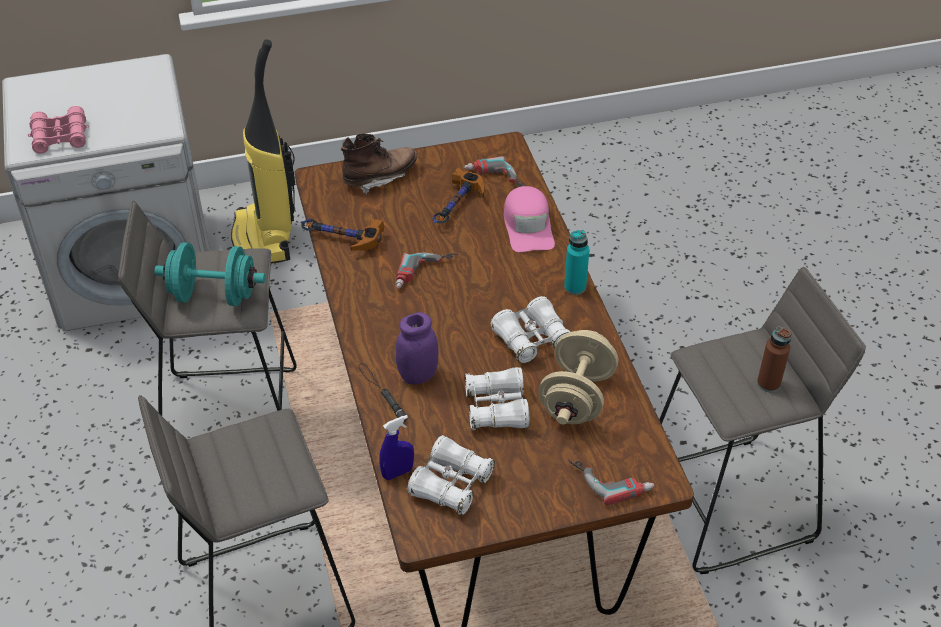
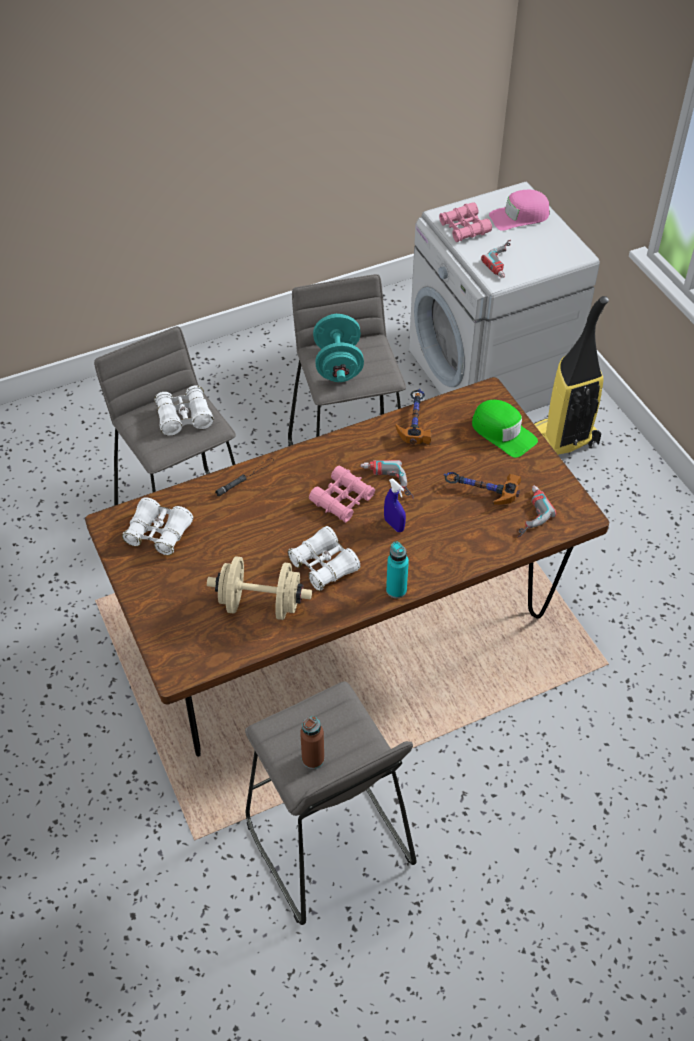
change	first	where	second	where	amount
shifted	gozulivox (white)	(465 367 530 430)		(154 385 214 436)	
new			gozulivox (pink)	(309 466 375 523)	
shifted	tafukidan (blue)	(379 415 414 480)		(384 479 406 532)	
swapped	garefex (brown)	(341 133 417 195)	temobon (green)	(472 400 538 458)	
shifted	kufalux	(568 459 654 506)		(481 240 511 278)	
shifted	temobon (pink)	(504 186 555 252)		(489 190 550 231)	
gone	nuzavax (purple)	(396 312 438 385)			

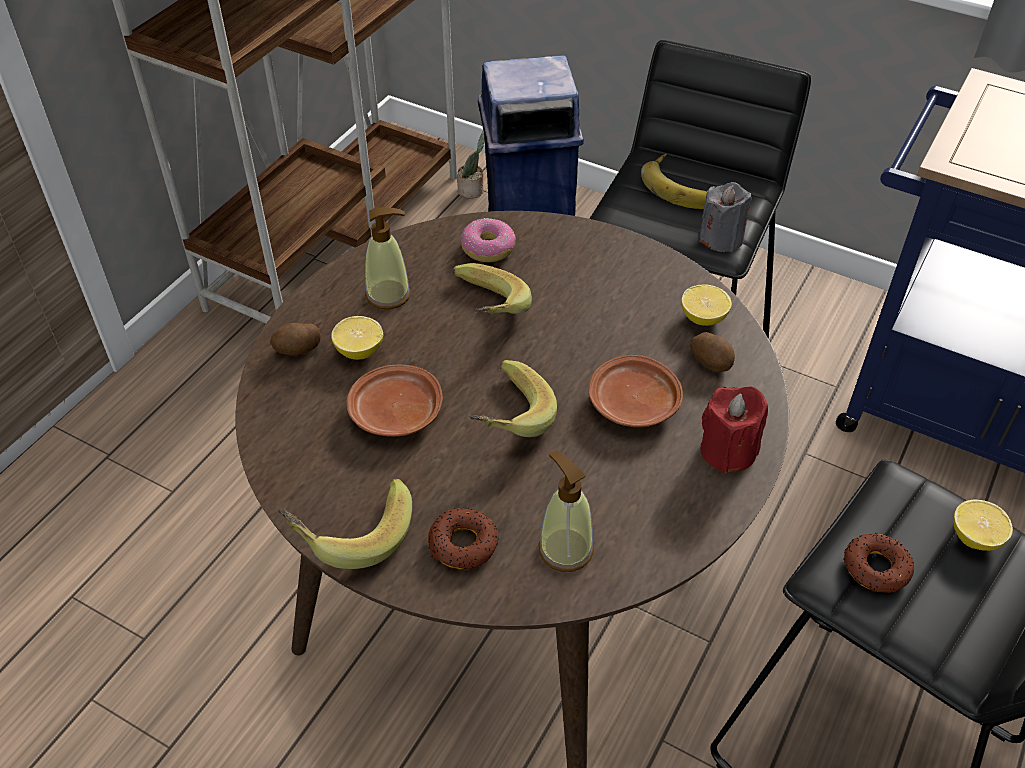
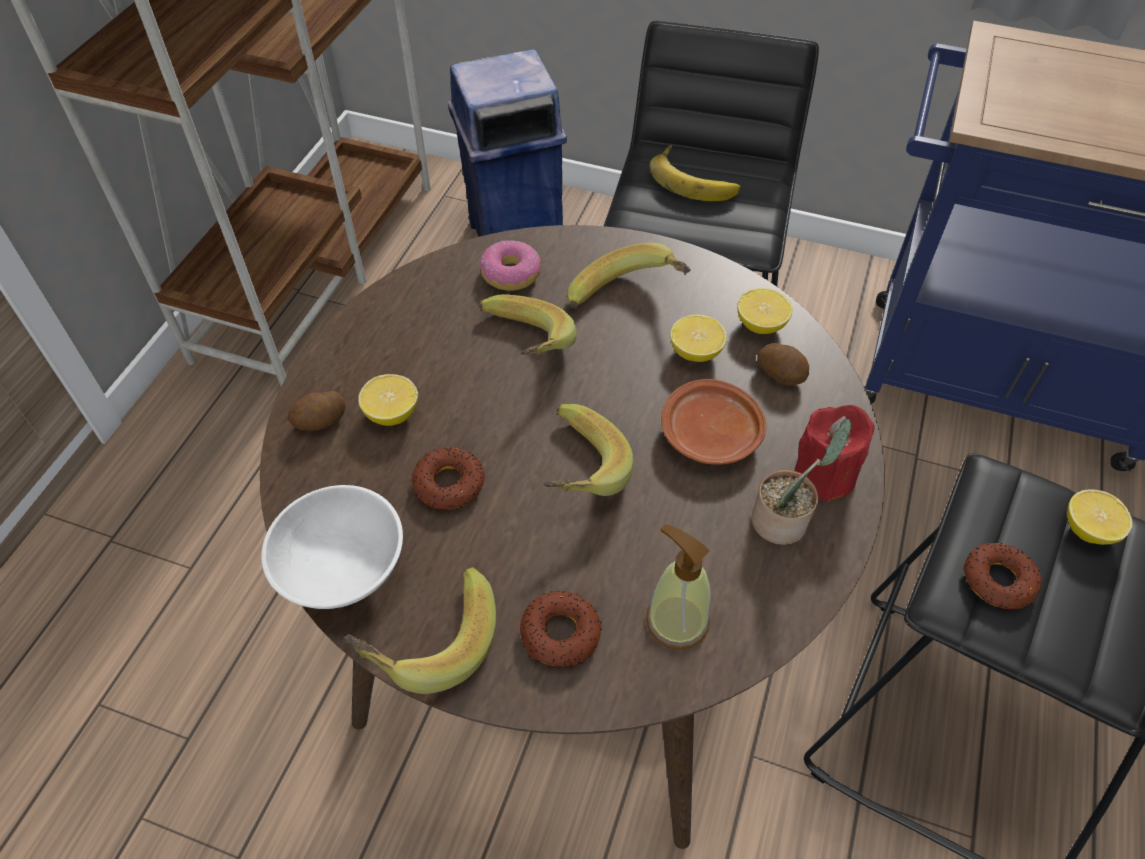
change	first	where	second	where	amount
new			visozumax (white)	(261 485 403 609)	
swapped	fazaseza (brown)	(347 365 443 437)	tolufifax	(411 446 485 510)	
new			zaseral	(567 243 691 309)	
new			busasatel	(670 314 727 362)	
shifted	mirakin	(457 130 485 198)		(752 419 851 545)	
gone	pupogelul	(365 208 411 310)			
gone	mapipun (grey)	(699 182 752 252)			

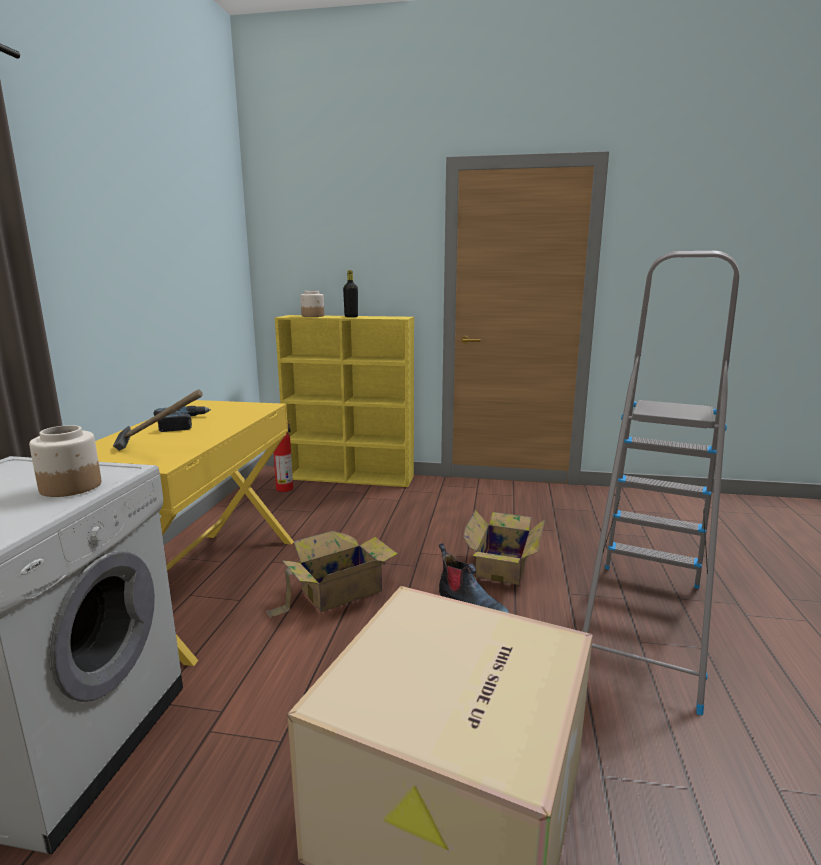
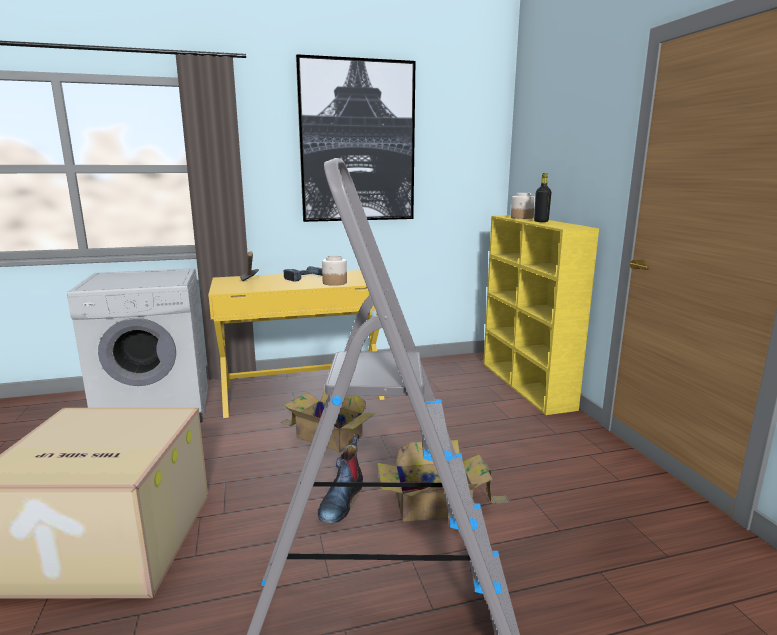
change	first	where	second	where	amount
new			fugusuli	(296 54 415 222)	
shifted	nuzavax	(29 425 101 497)		(322 255 347 286)	
gone	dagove	(274 420 293 492)			

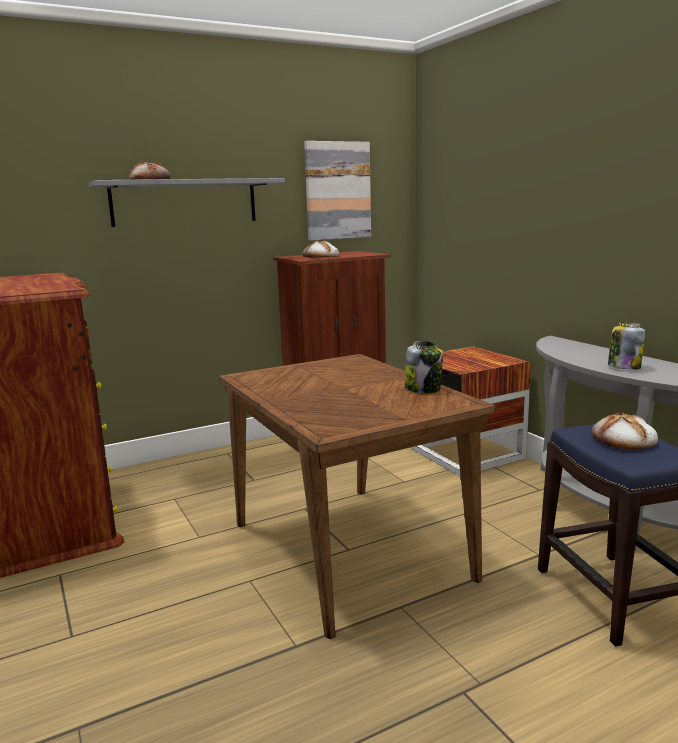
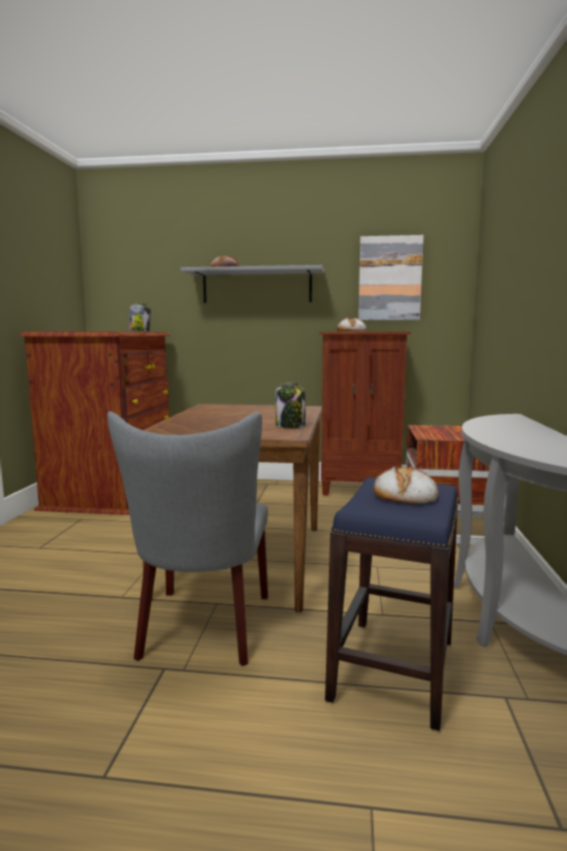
change	first	where	second	where	amount
new			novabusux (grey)	(107 411 268 666)	
shifted	nuzavax	(608 322 645 370)		(129 303 151 331)	

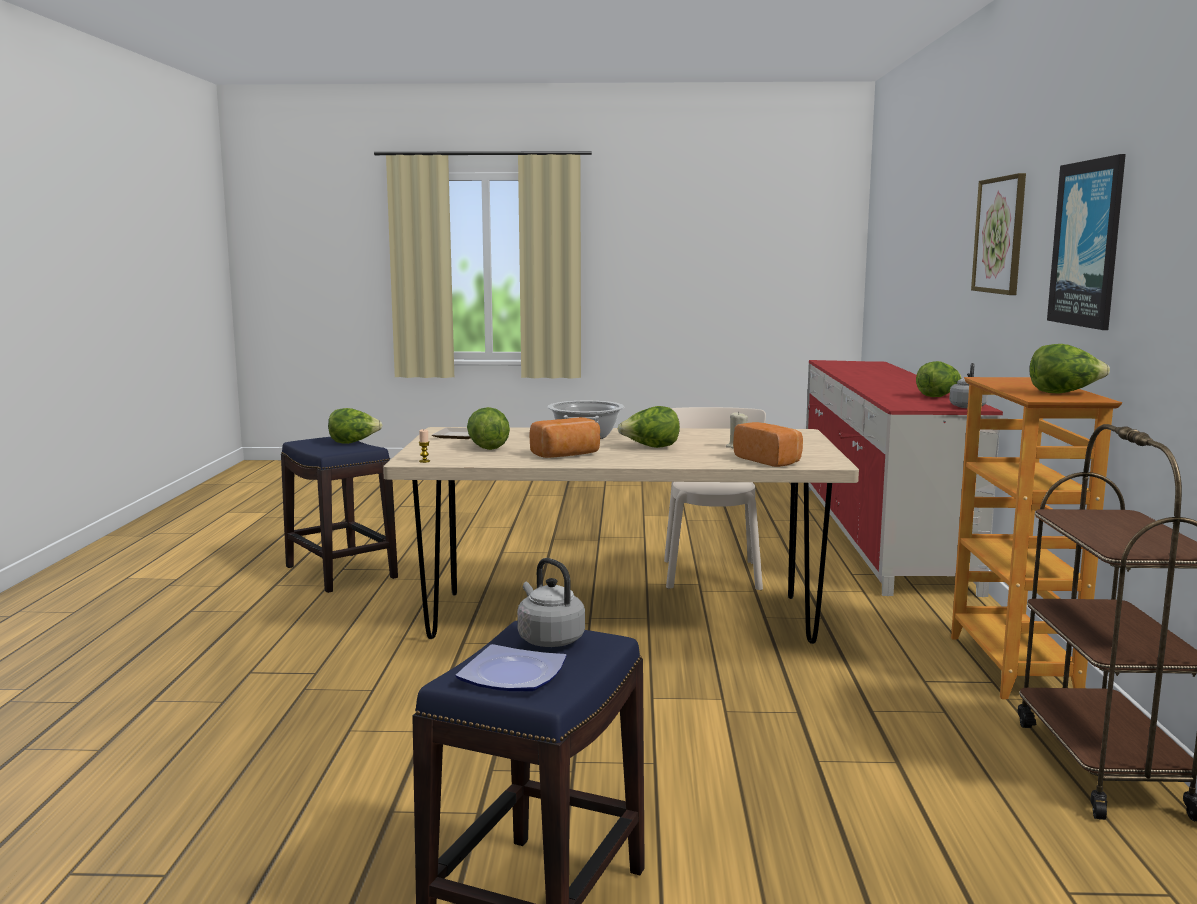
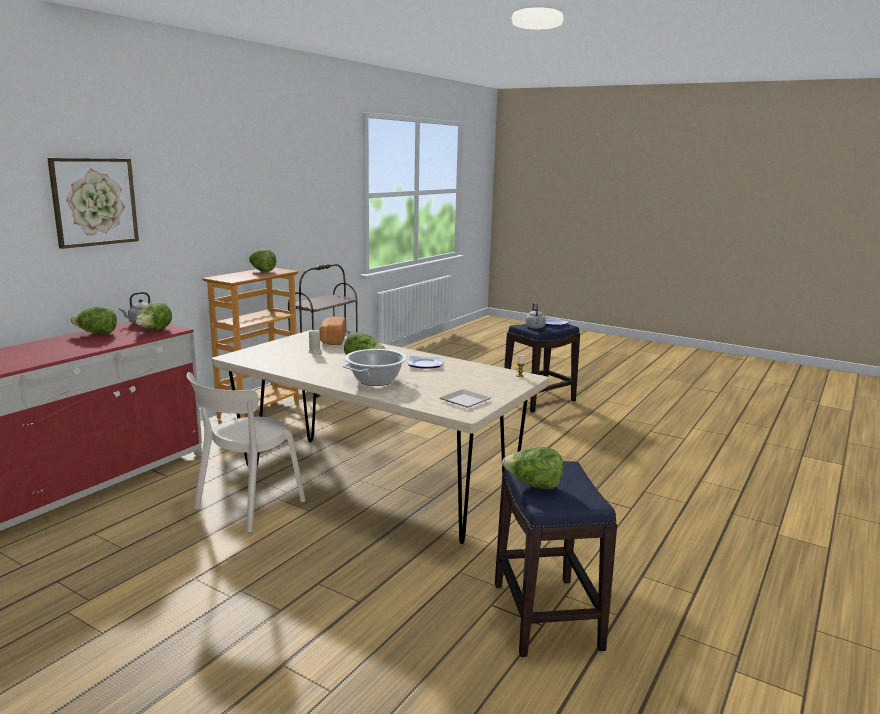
change	first	where	second	where	amount
shifted	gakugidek	(467 407 510 450)		(136 302 172 330)	
swapped	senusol	(529 417 600 458)	fazaseza	(408 356 443 369)	
gone	fugusuli	(1047 154 1126 330)			

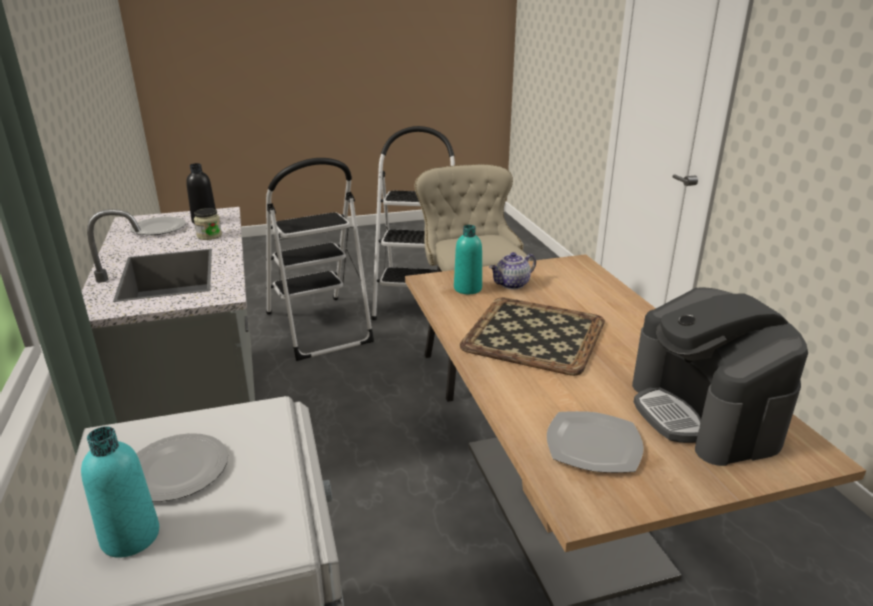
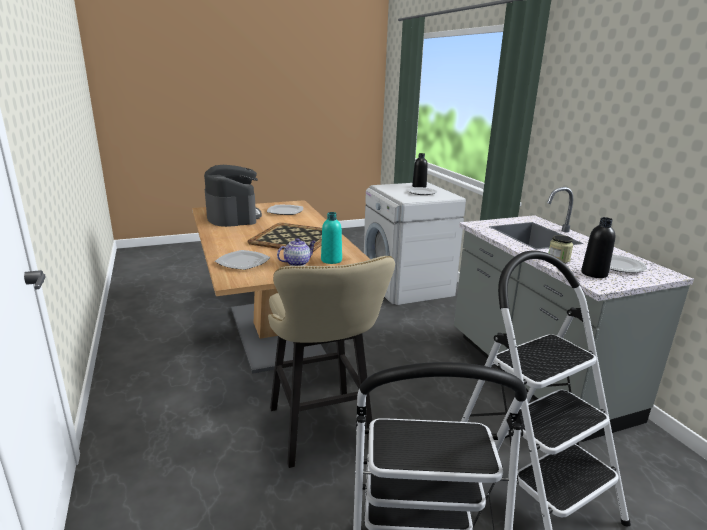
change	first	where	second	where	amount
new			fazaseza	(215 250 271 270)	
repainted	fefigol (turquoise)	(81 426 159 558)	fefigol (black)	(412 153 428 188)	

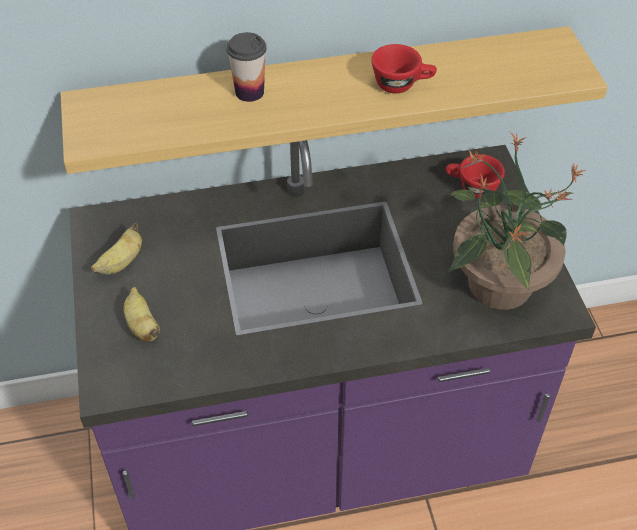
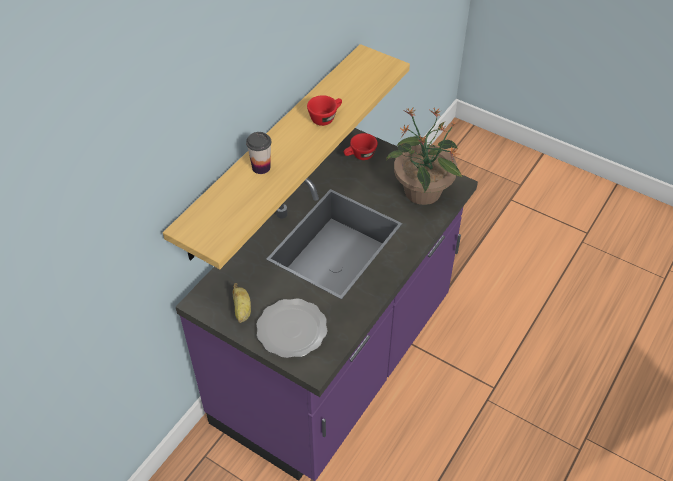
change	first	where	second	where	amount
swapped	zaseral	(124 287 160 341)	fazaseza	(256 298 328 358)	

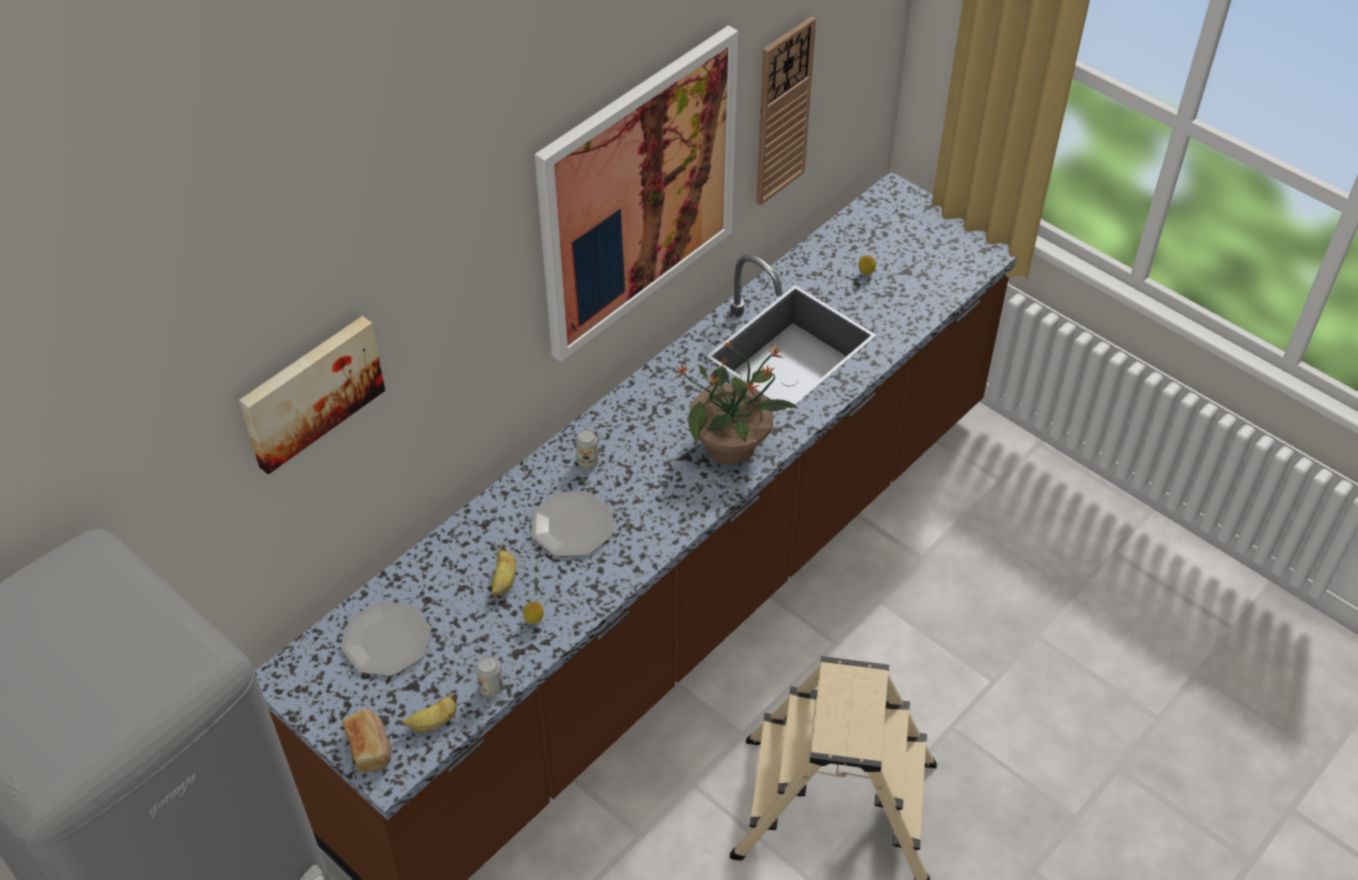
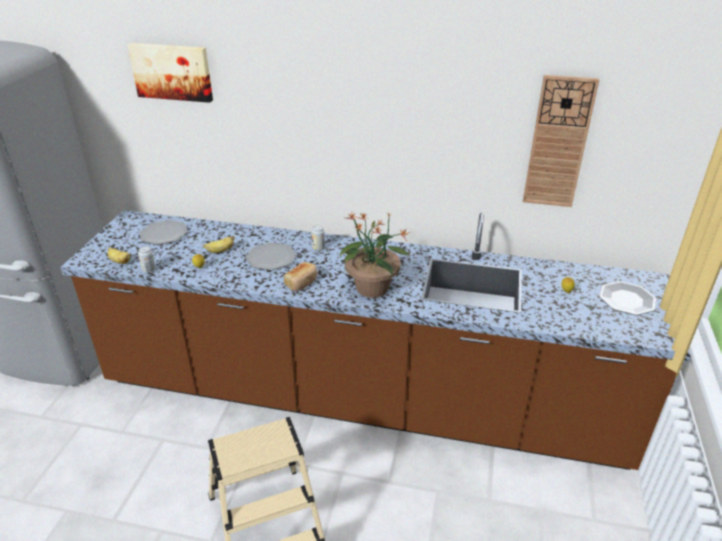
change	first	where	second	where	amount
shifted	senusol	(342 709 391 772)		(284 262 317 291)	
new			fazaseza	(599 281 656 315)	
gone	fugusuli	(535 26 738 362)			

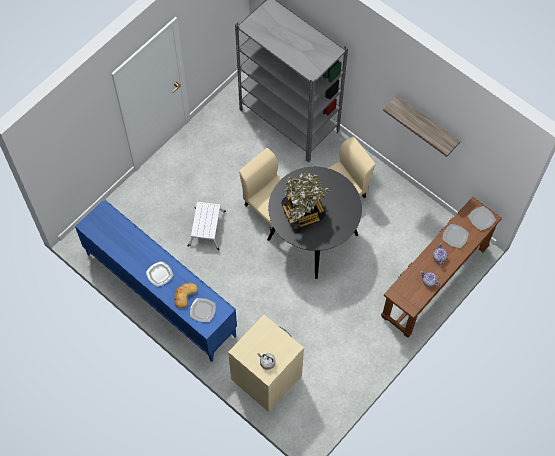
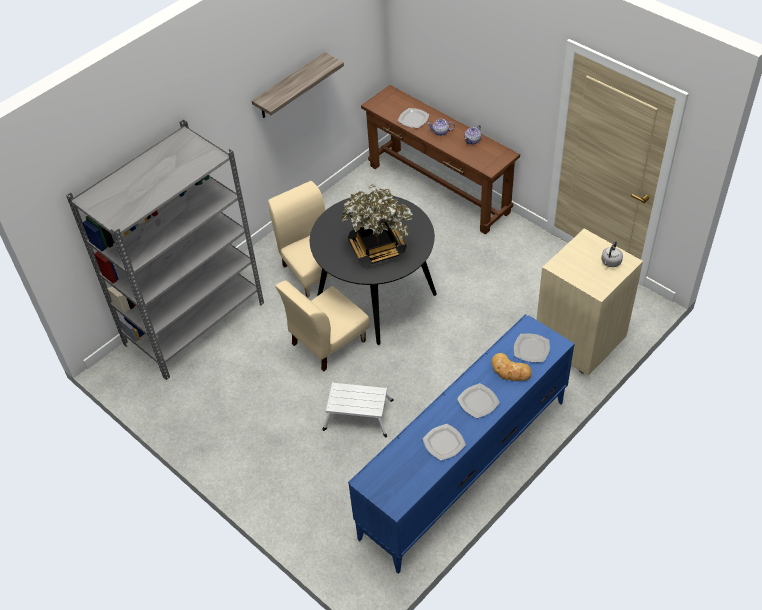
change	first	where	second	where	amount
shifted	fazaseza	(468 206 496 230)		(423 424 466 460)	

